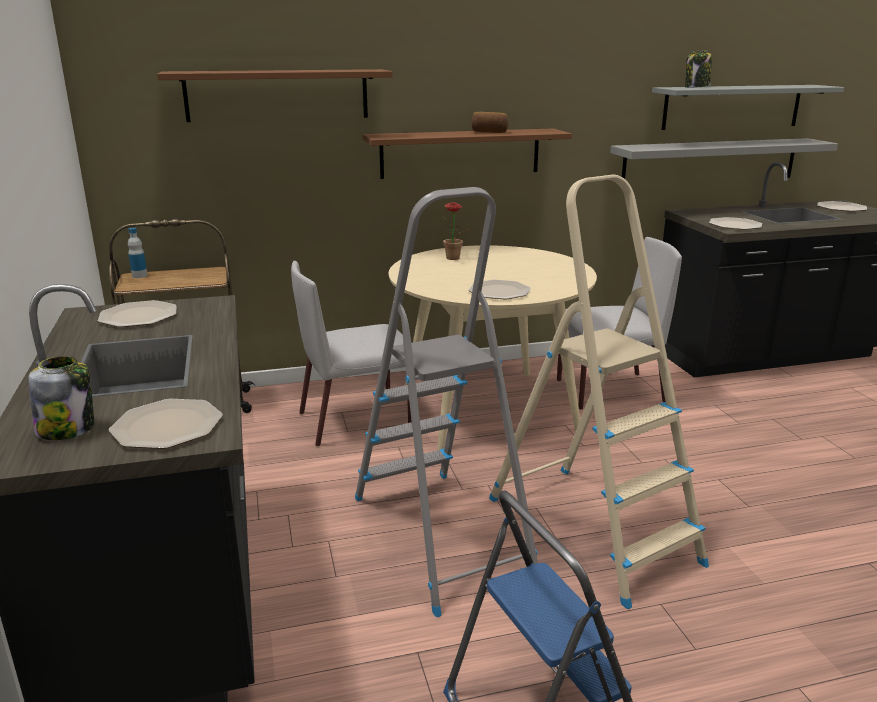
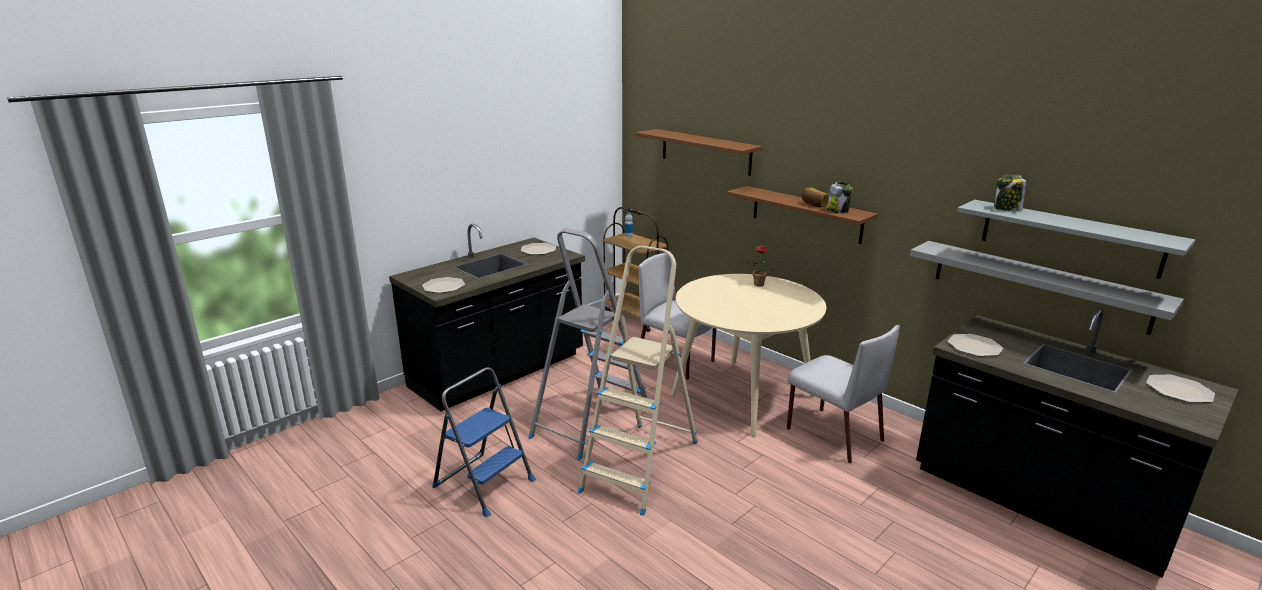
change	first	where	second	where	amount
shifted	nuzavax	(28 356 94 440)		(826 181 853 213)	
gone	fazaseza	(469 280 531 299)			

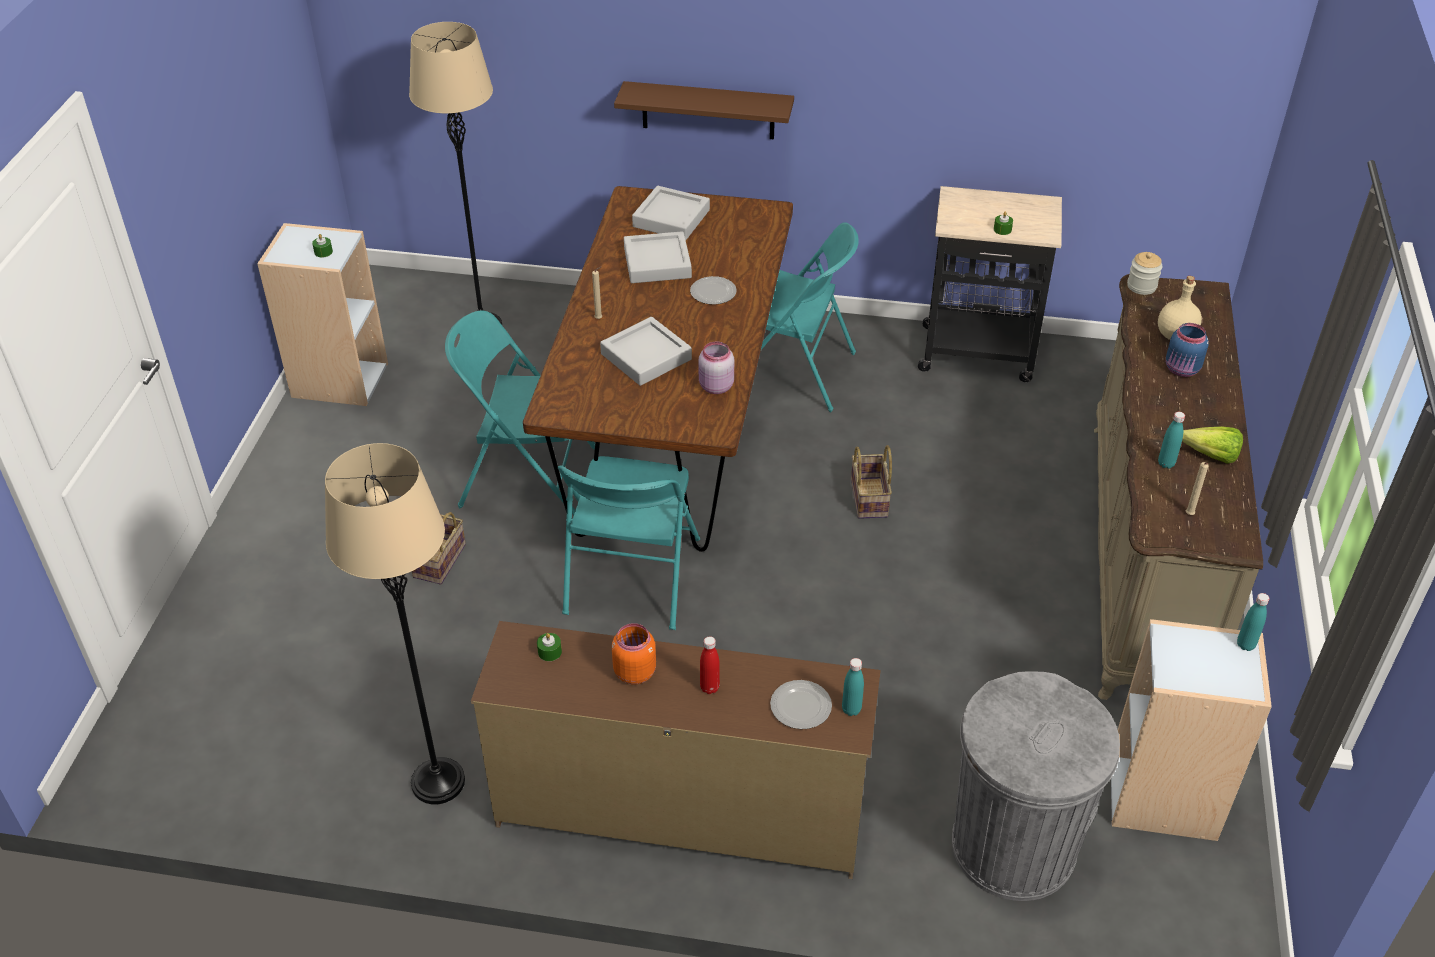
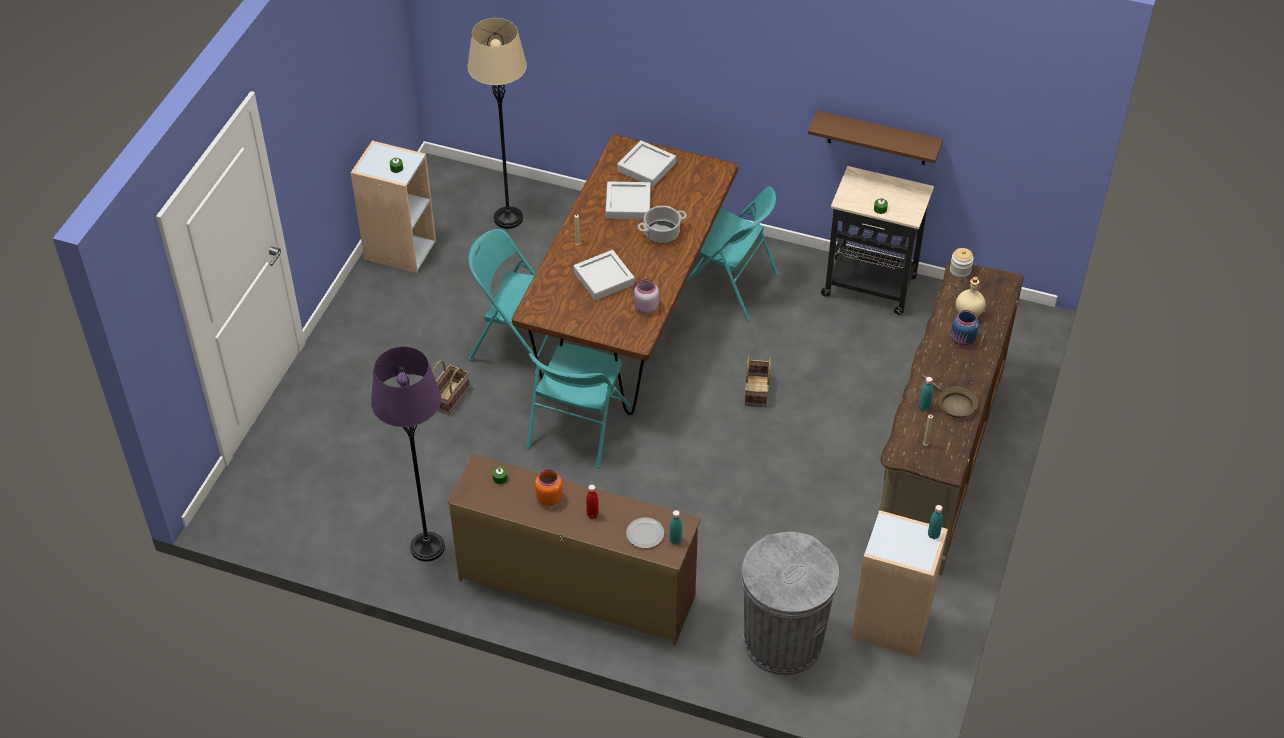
change	first	where	second	where	amount
repainted	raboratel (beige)	(325 443 465 805)	raboratel (purple)	(371 346 445 562)	
swapped	fazaseza	(690 276 737 305)	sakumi	(638 206 687 244)	
shifted	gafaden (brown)	(614 81 794 140)		(808 110 943 165)	
swapped	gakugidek	(1182 426 1243 464)	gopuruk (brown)	(922 375 978 418)	

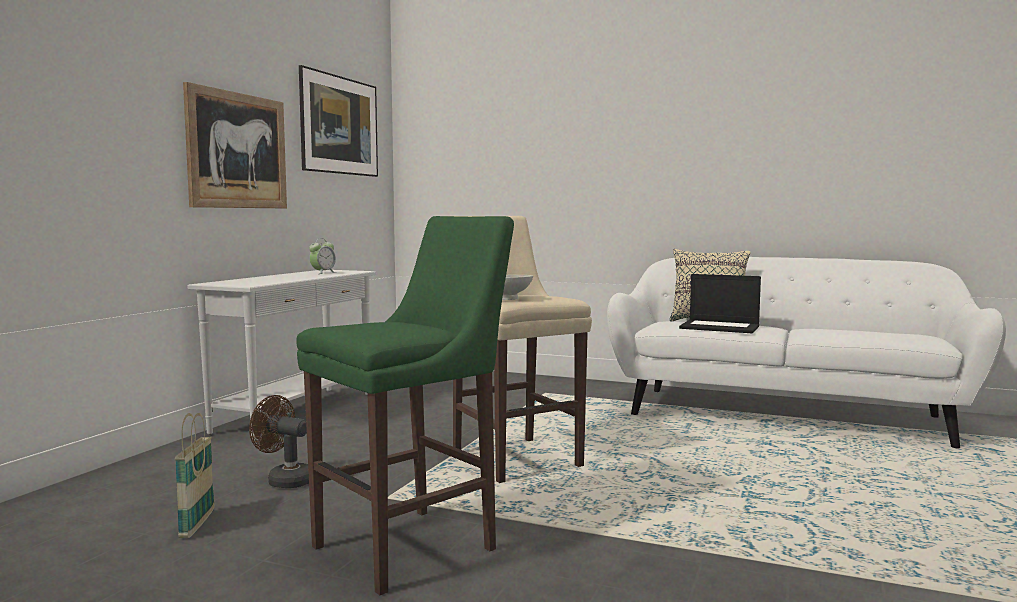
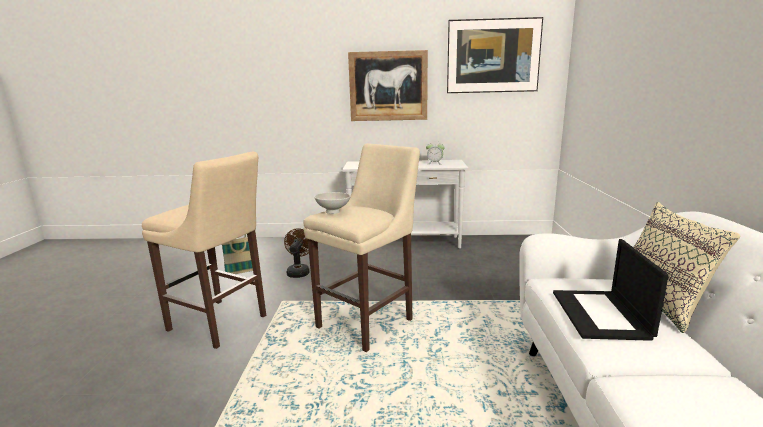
change	first	where	second	where	amount
repainted	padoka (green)	(296 216 514 595)	padoka (beige)	(142 152 266 349)	

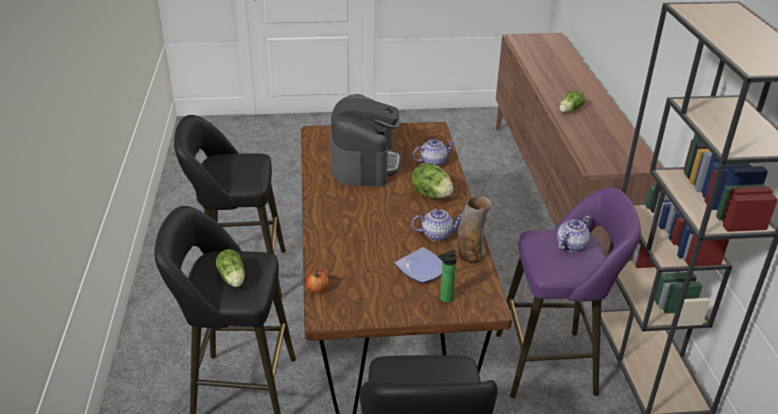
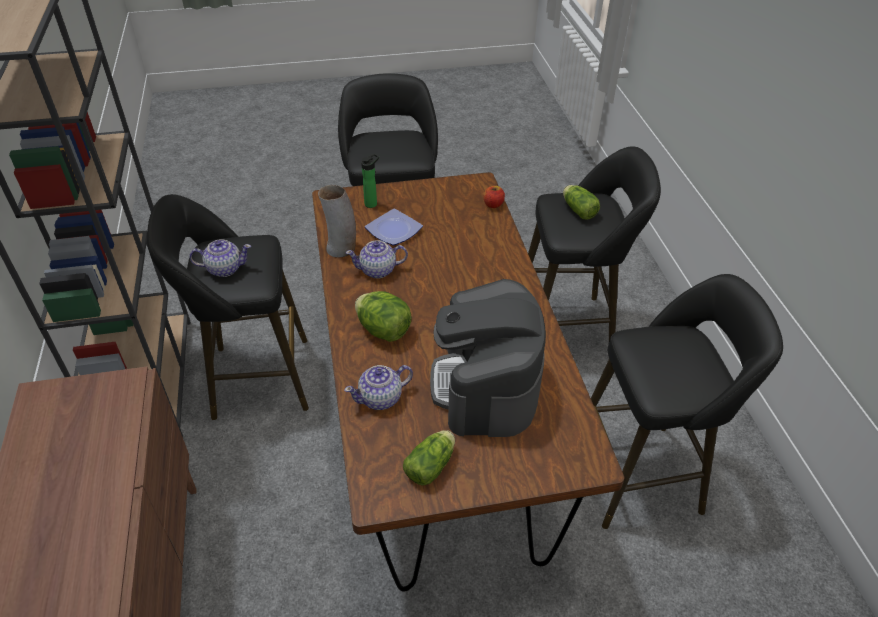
change	first	where	second	where	amount
repainted	padoka (purple)	(496 187 641 398)	padoka (black)	(147 194 309 420)	
rotated	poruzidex	(557 216 590 252)		(190 239 251 277)	135 degrees counterclockwise
shifted	gakugidek	(559 90 585 113)		(403 430 455 486)	

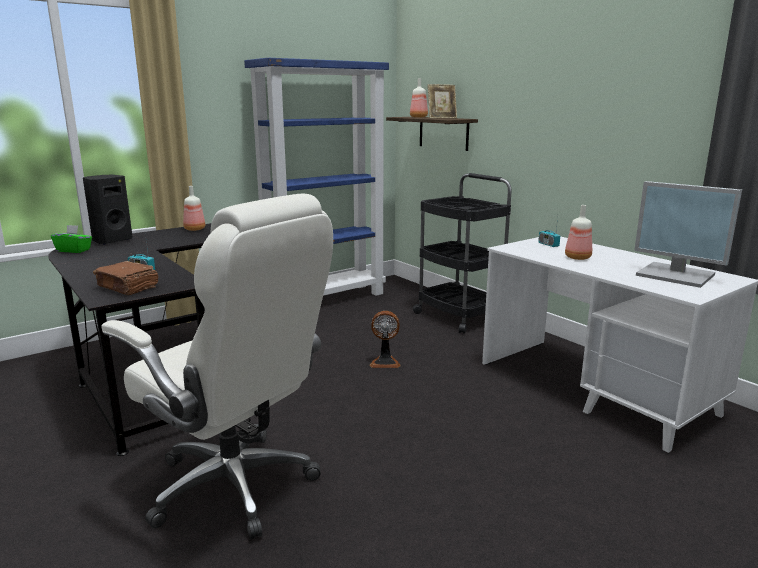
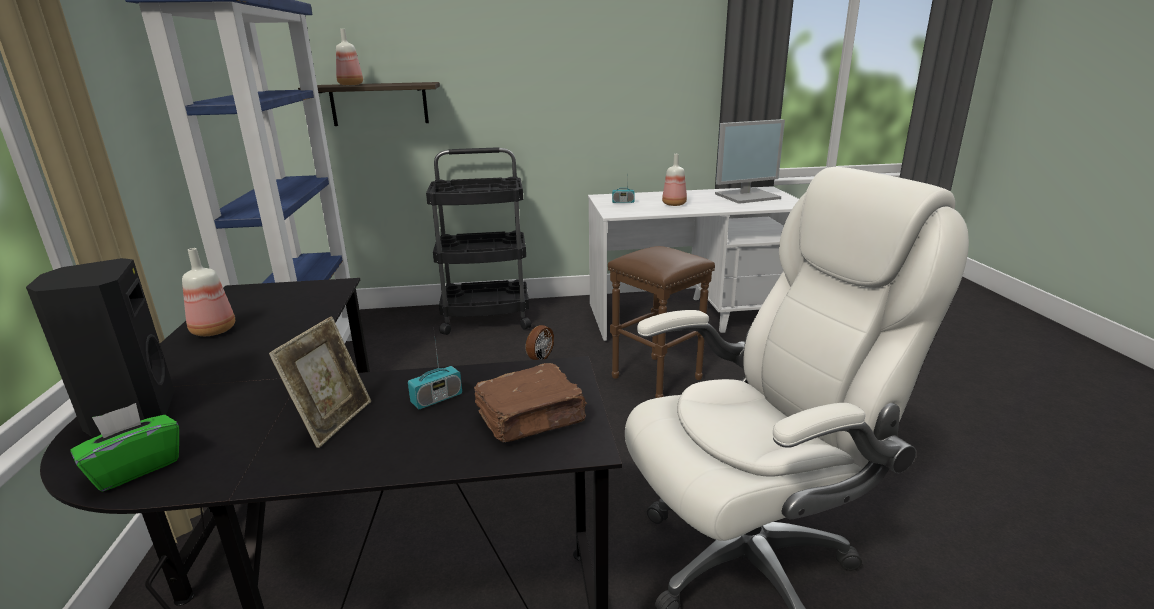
change	first	where	second	where	amount
shifted	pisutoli	(428 84 457 118)		(269 316 371 448)	
new			padoka (brown)	(608 246 715 398)	

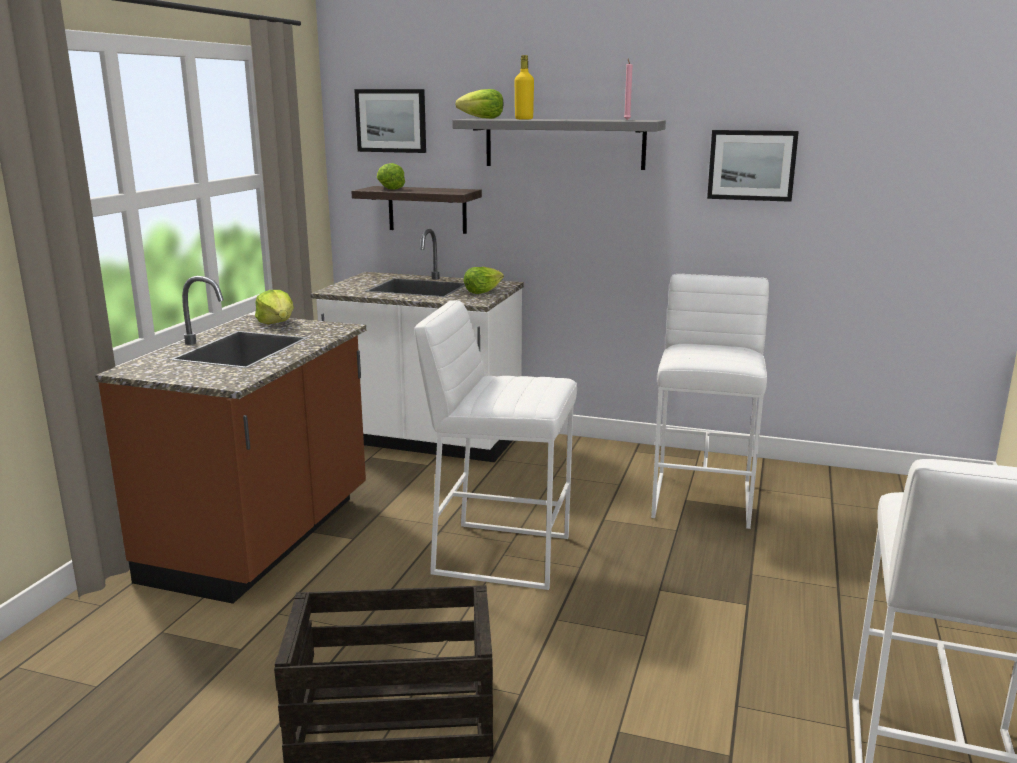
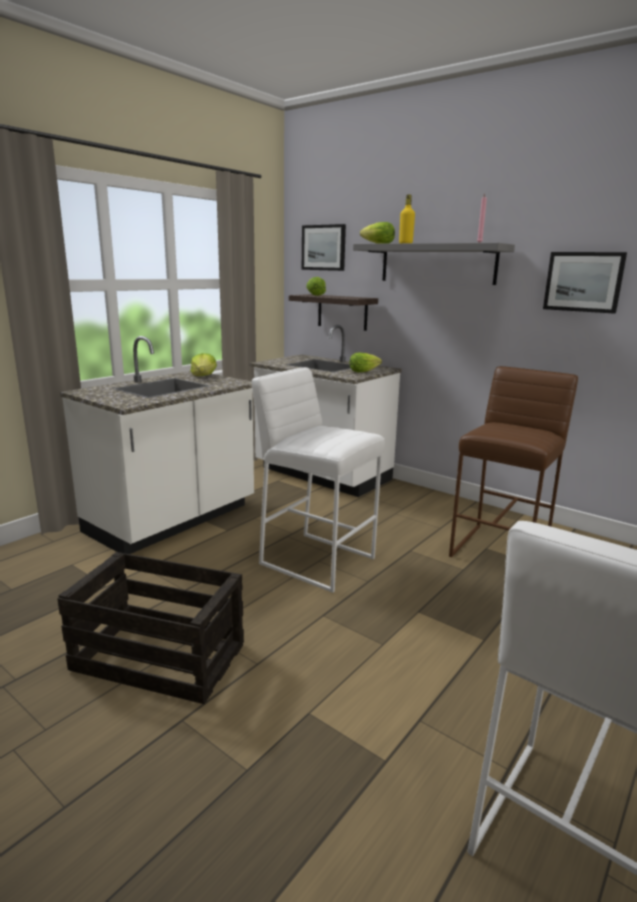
change	first	where	second	where	amount
repainted	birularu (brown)	(95 276 366 604)	birularu (white)	(60 336 254 554)	
repainted	padoka (white)	(651 274 769 529)	padoka (brown)	(449 366 578 557)	

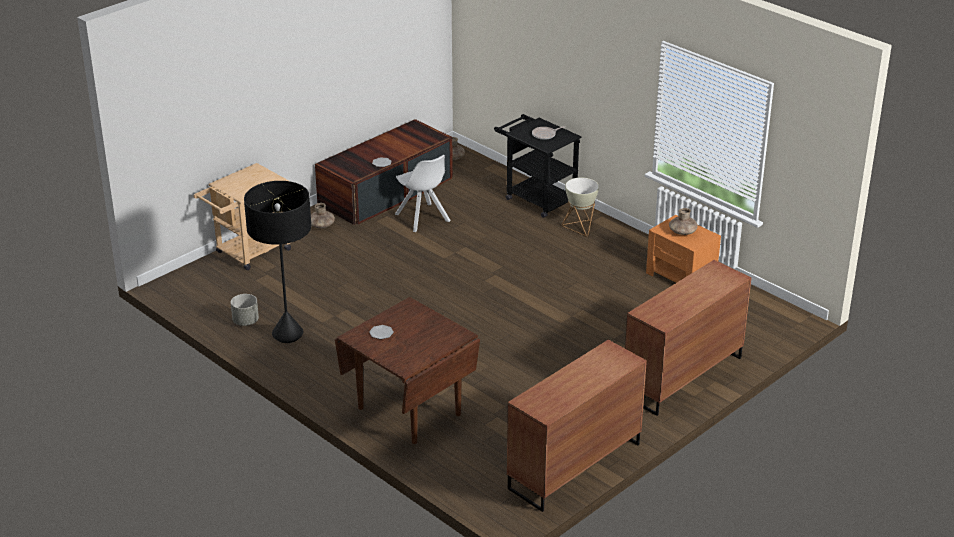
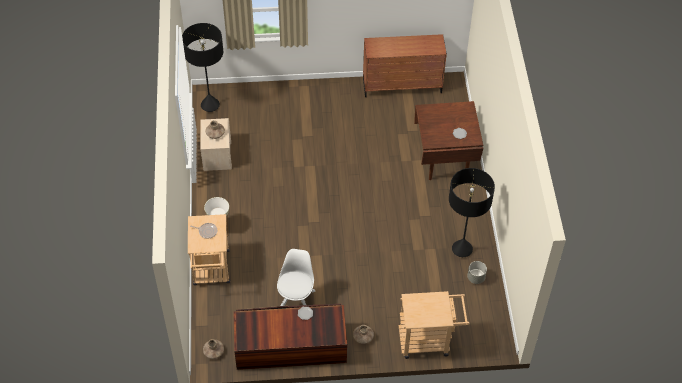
change	first	where	second	where	amount
new			raboratel (black)	(182 23 223 112)	
repainted	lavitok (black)	(494 114 582 218)	lavitok (beige)	(188 214 230 285)	
repainted	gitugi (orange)	(646 215 721 283)	gitugi (beige)	(200 118 232 171)	
gone	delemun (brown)	(625 260 752 416)			

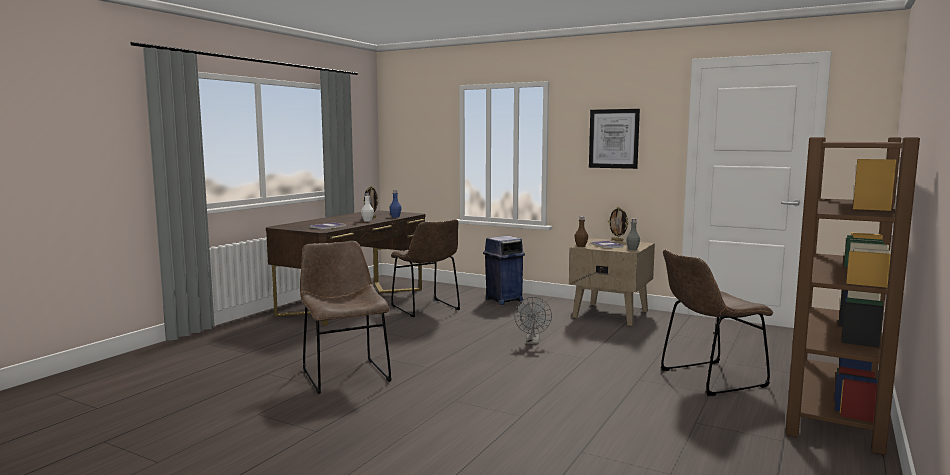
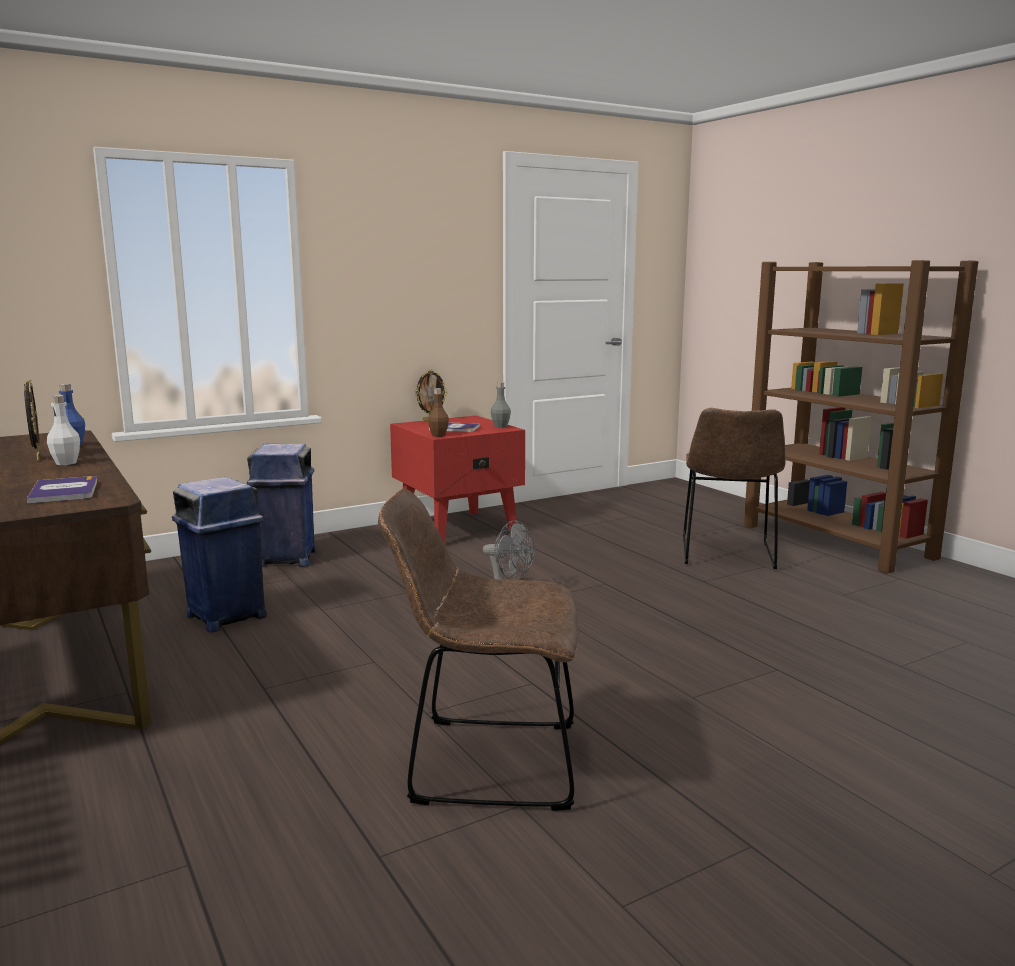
change	first	where	second	where	amount
swapped	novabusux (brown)	(391 219 460 317)	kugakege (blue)	(172 477 267 633)	
repainted	gitugi (beige)	(569 238 655 326)	gitugi (red)	(390 416 525 544)	
gone	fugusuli	(589 109 640 169)			

